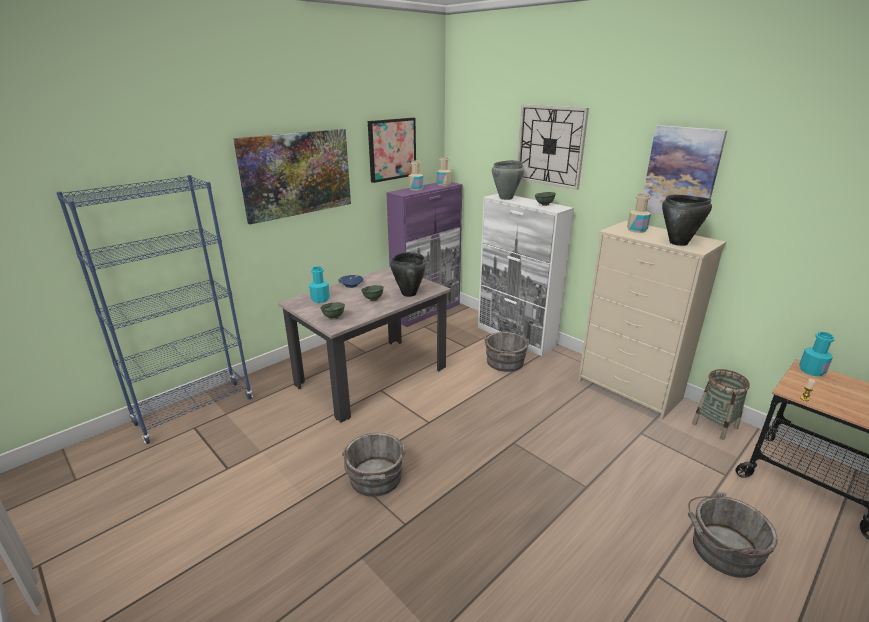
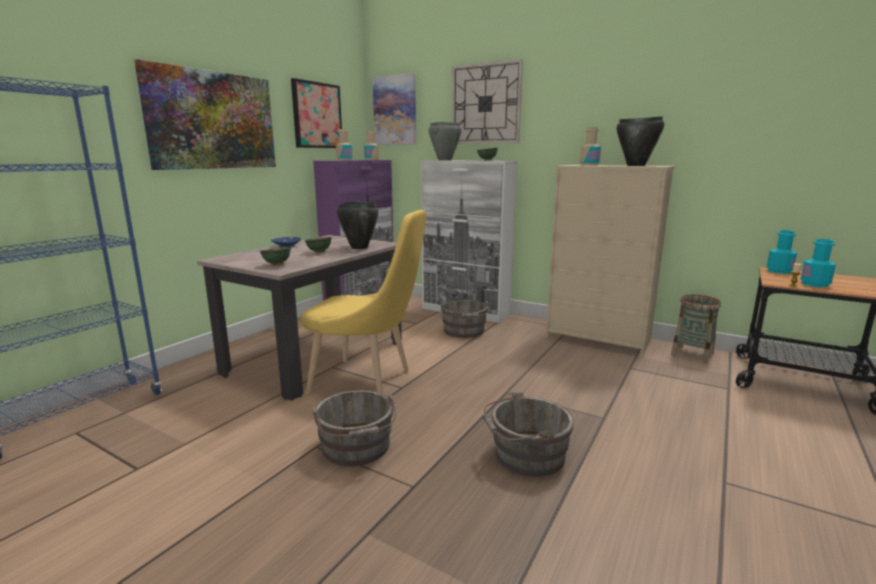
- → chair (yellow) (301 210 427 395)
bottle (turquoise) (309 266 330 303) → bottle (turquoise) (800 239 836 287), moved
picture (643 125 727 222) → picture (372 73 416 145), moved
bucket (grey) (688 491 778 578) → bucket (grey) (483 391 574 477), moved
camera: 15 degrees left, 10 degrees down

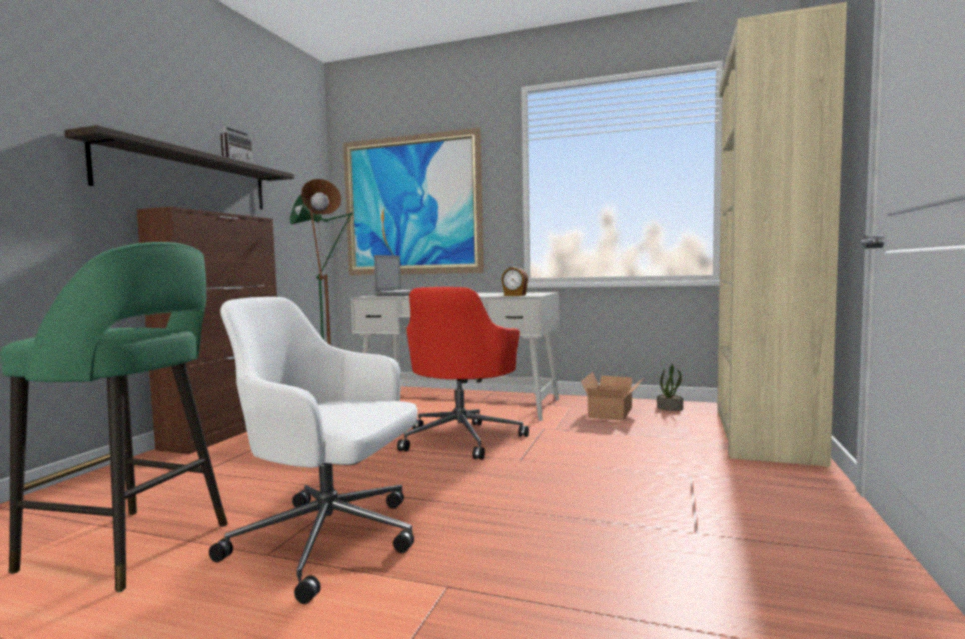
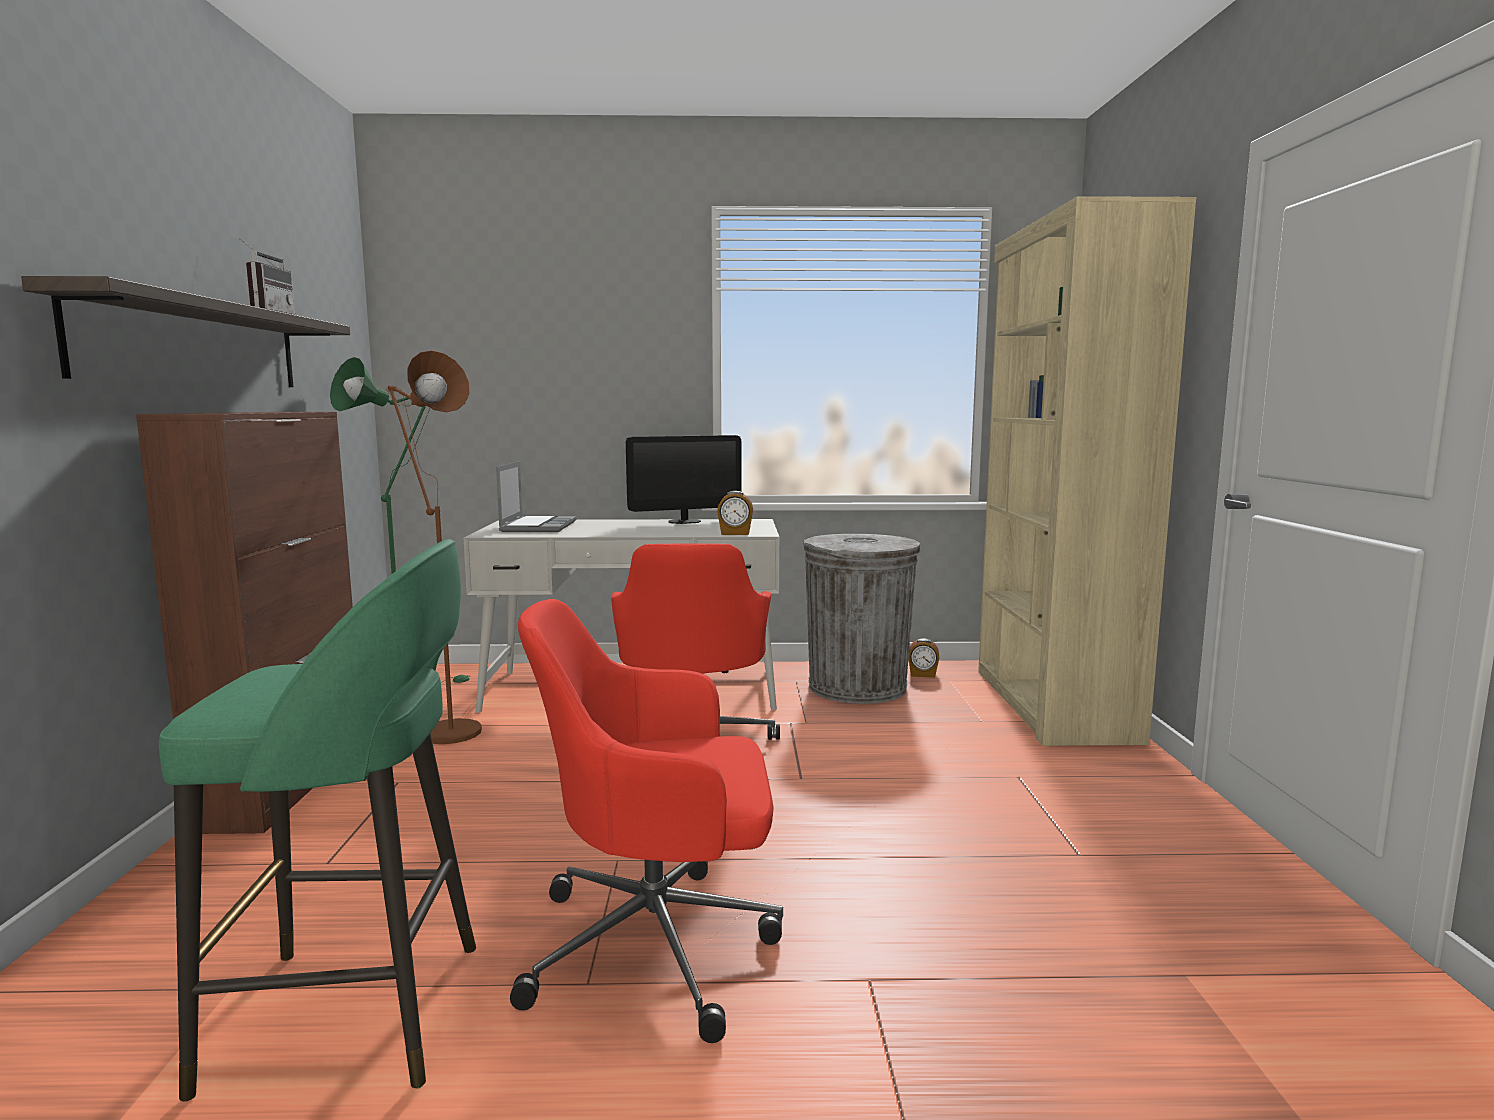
picture (343 128 484 275) → -
- → monitor (626 435 741 524)
cardboard box (581 372 643 421) → trash can (grey) (803 534 921 704)
potted plant (657 364 683 411) → alarm clock (909 638 939 678)
office chair (white) (209 297 418 604) → office chair (red) (510 599 783 1043)
camera: 20 degrees left, 5 degrees up

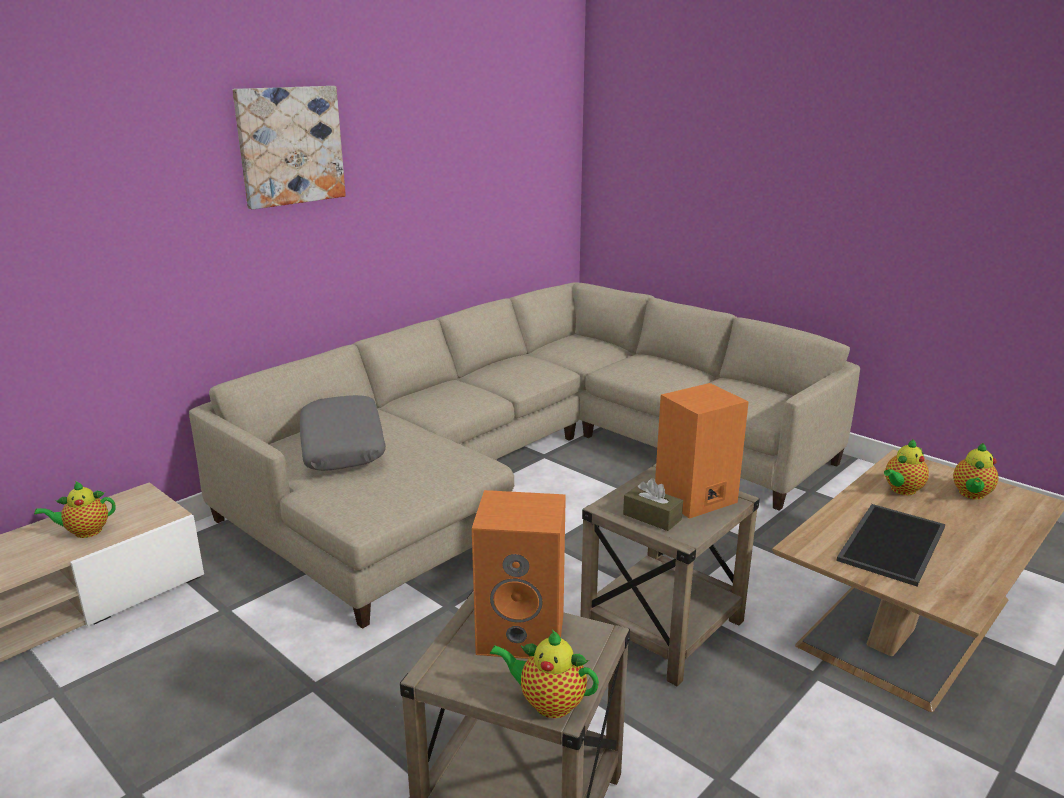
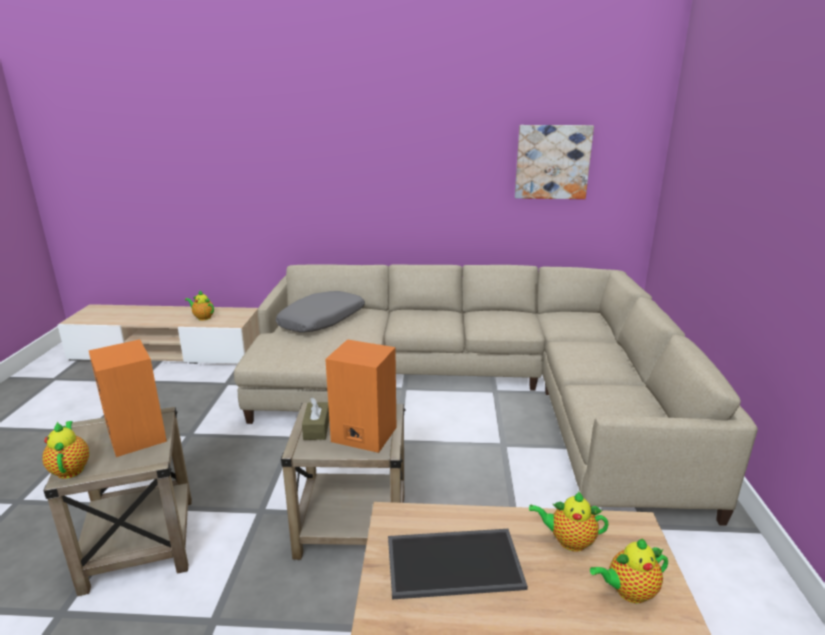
picture (232 86 346 210) → picture (515 125 594 199), moved
camera: 50 degrees right, 0 degrees up

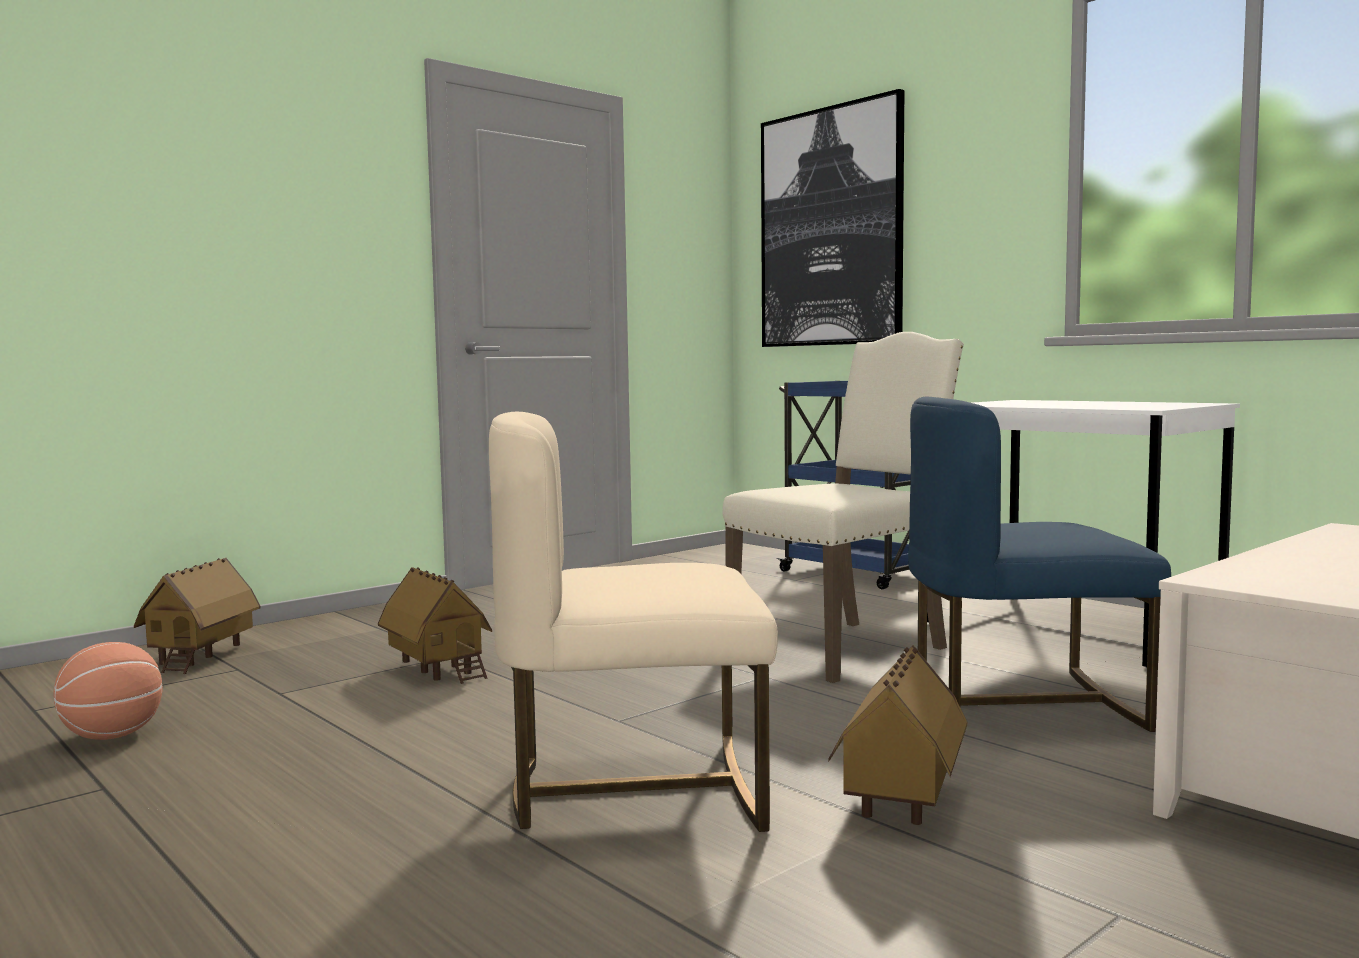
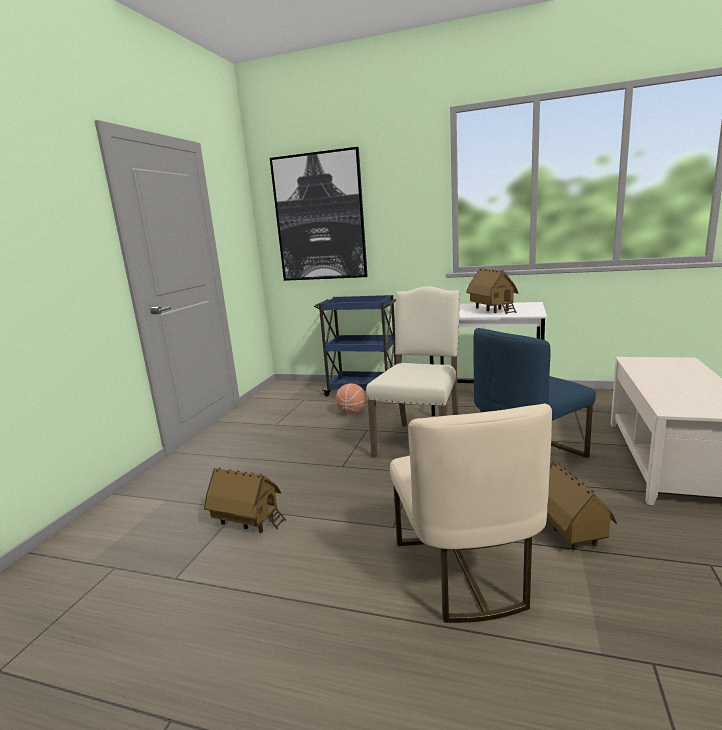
basketball (54 642 162 740) → basketball (336 384 366 414), moved
toy house (134 558 260 674) → toy house (466 269 518 314), moved
chair (beige) (489 412 778 832) → chair (beige) (390 403 552 623), 60 degrees counterclockwise
camera: 30 degrees left, 10 degrees up

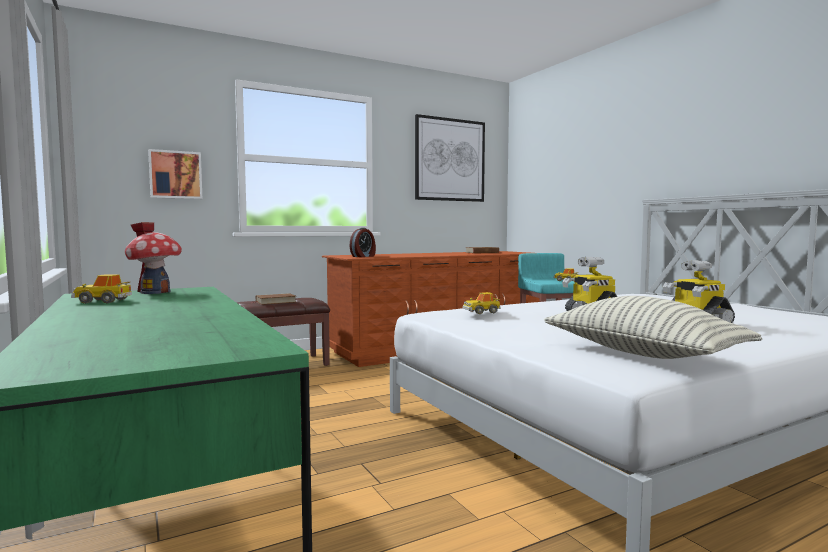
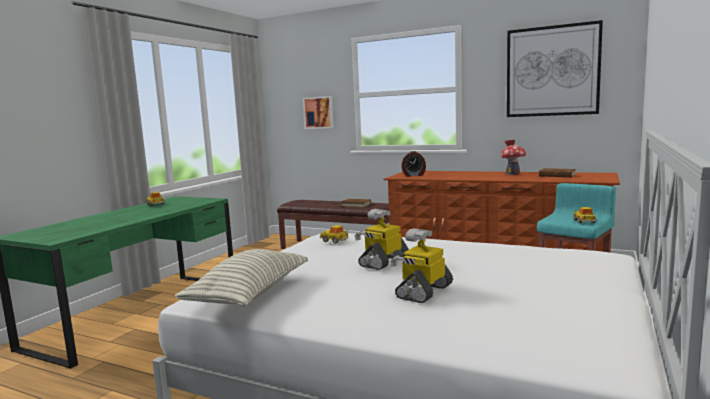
toy house (125 222 182 294) → toy house (500 140 526 175), moved
camera: 55 degrees right, 5 degrees up

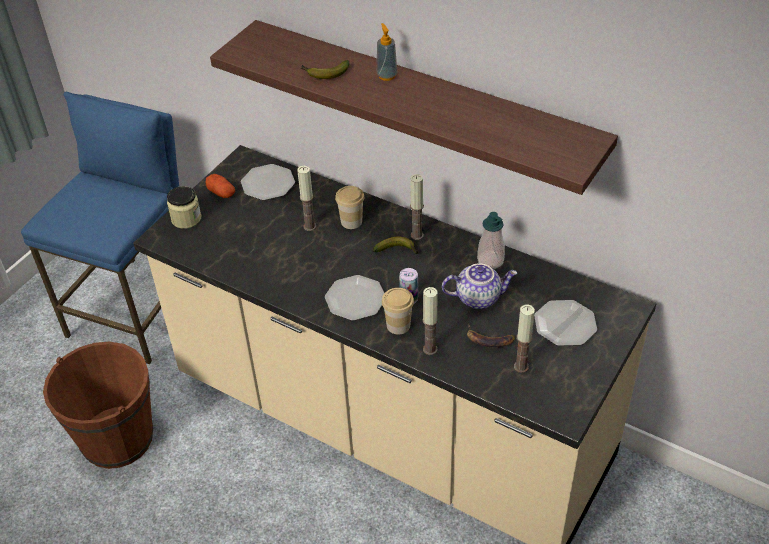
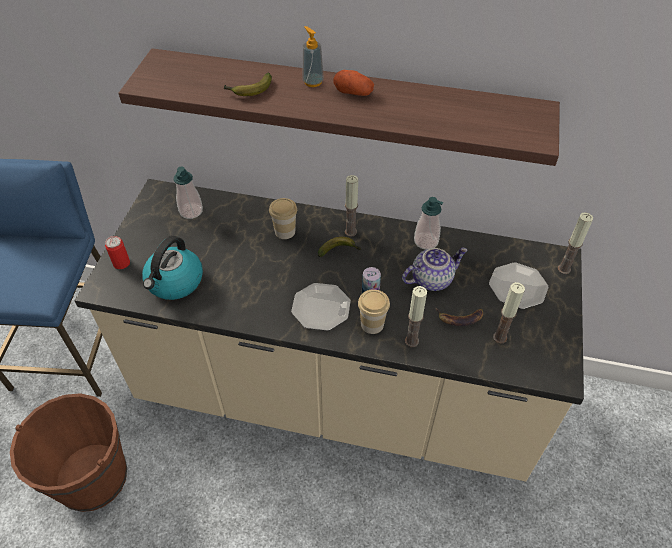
- → kettle (142 236 203 300)
potato (206 174 235 198) → potato (333 70 374 96), moved
candle (297 166 316 231) → candle (558 213 593 274), moved
jar (167 186 202 229) → can (105 236 130 269)
plate (241 164 295 200) → soap dispenser (173 167 203 219)
camera: 20 degrees left, 5 degrees up

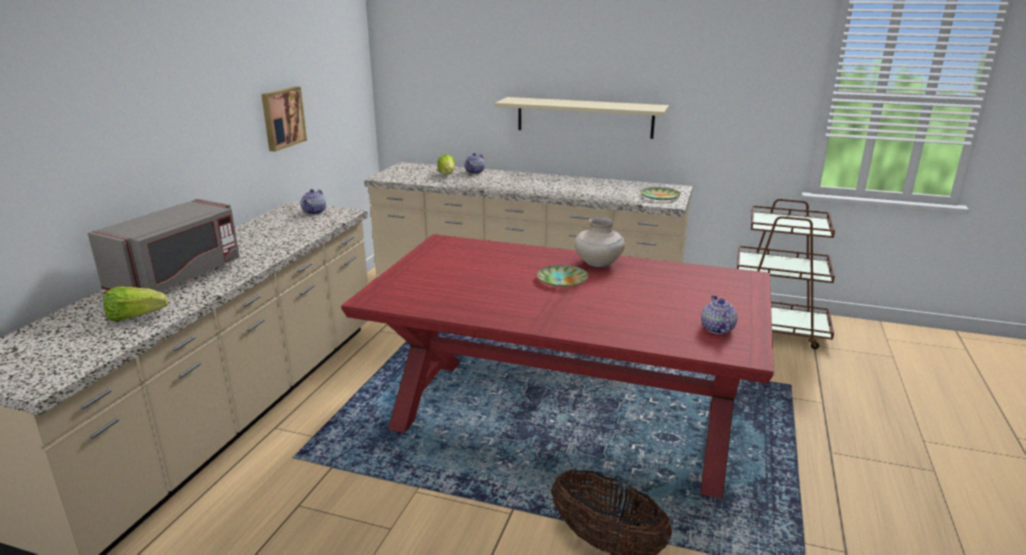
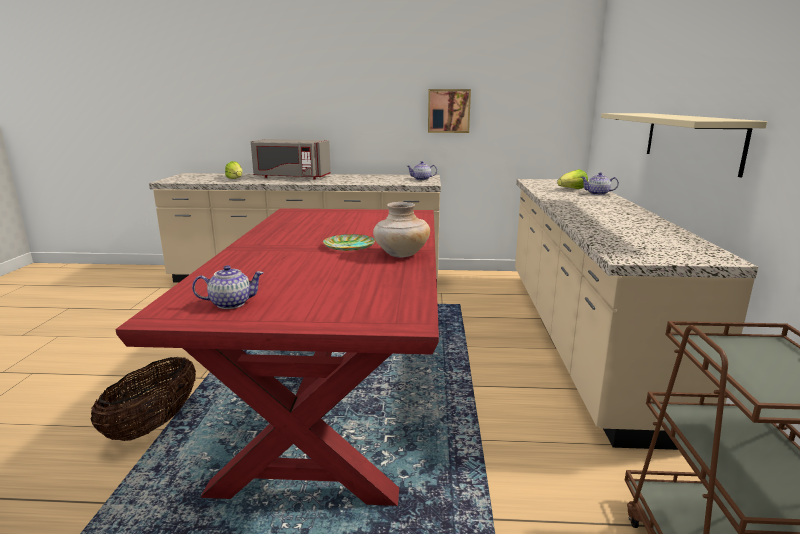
plate (640 187 681 200) → -
camera: 75 degrees right, 5 degrees down

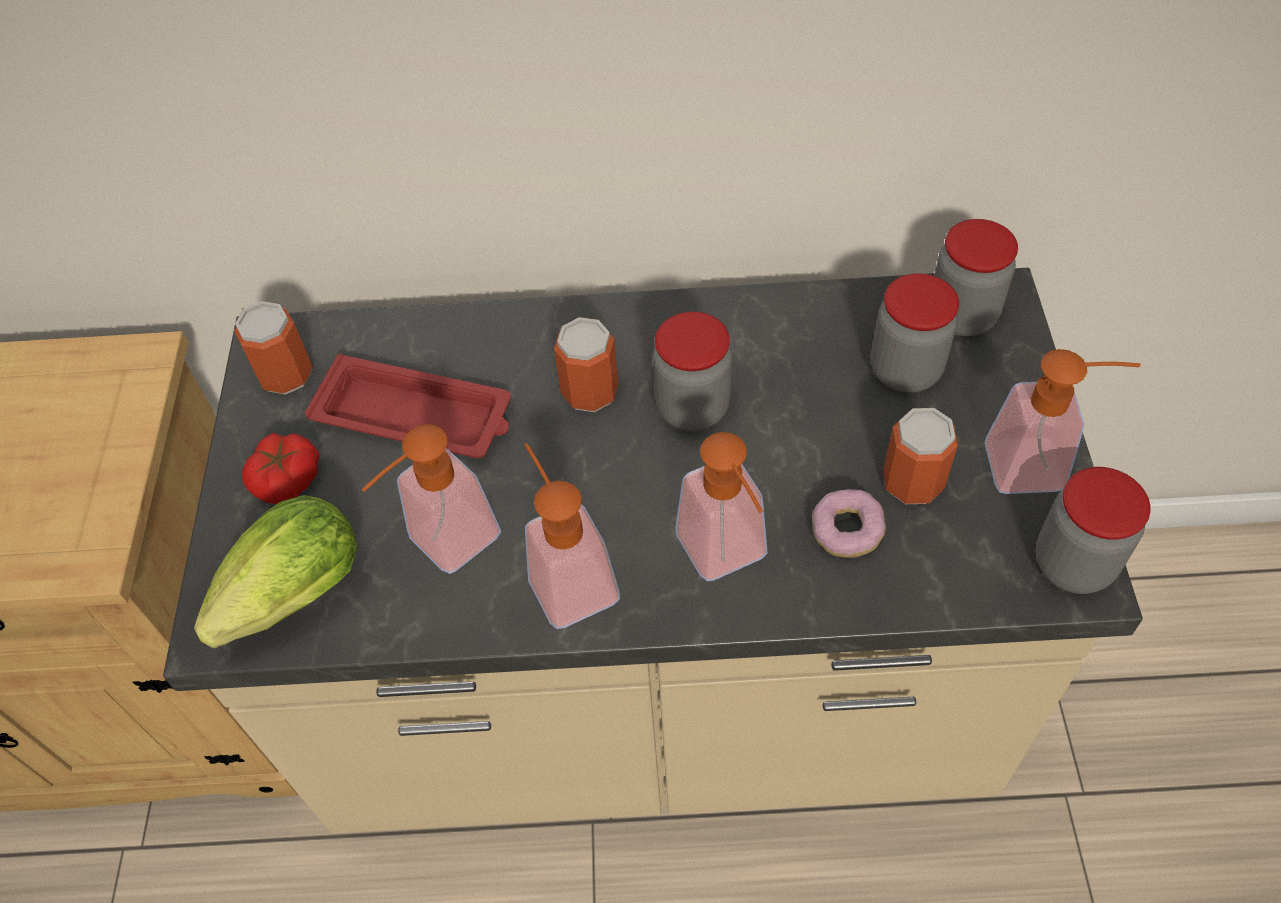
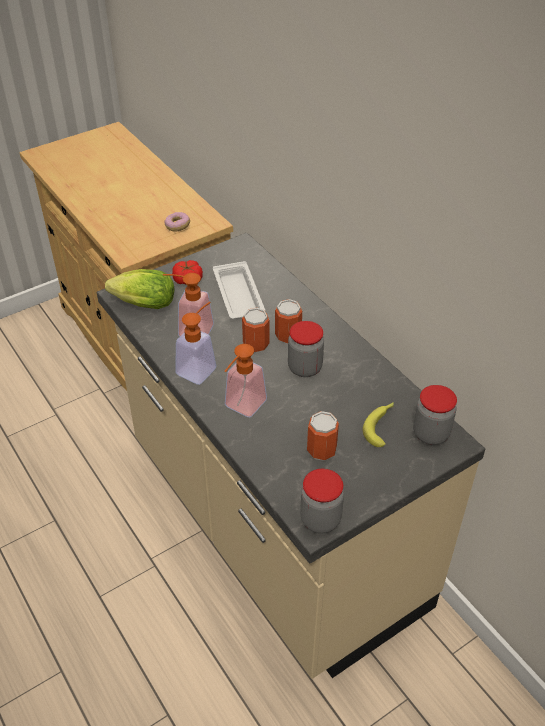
soap dispenser (985 349 1141 494) → -
can (234 301 313 395) → can (242 308 270 353), moved
donut (812 489 886 558) → donut (165 212 190 232), moved
jar (871 273 959 393) → banana (362 402 394 447)
tray (red) (305 354 511 458) → tray (white) (213 261 265 319)
camera: 55 degrees right, 10 degrees down

